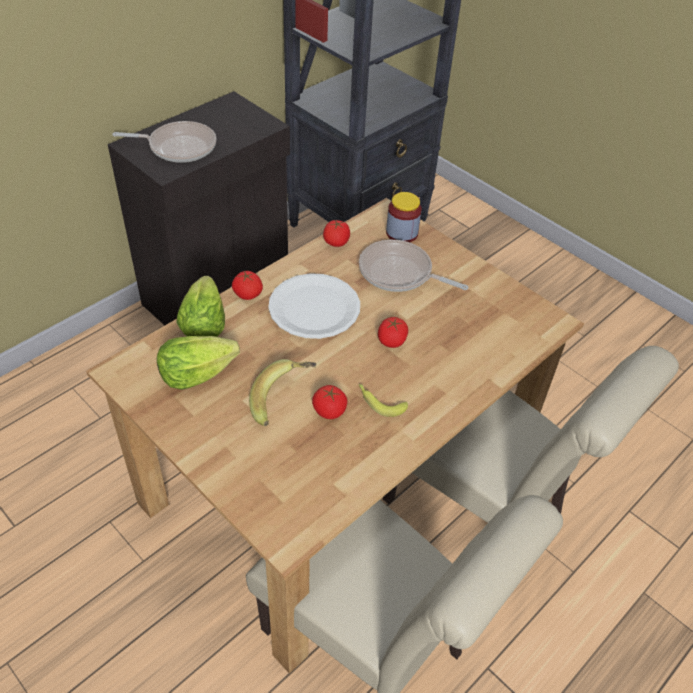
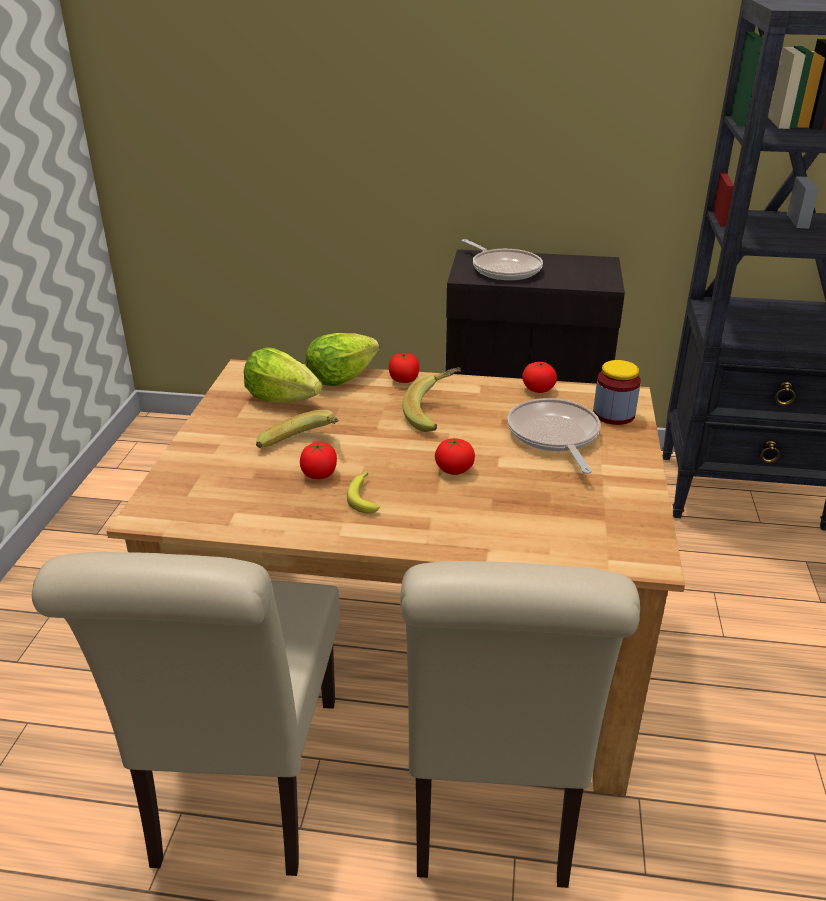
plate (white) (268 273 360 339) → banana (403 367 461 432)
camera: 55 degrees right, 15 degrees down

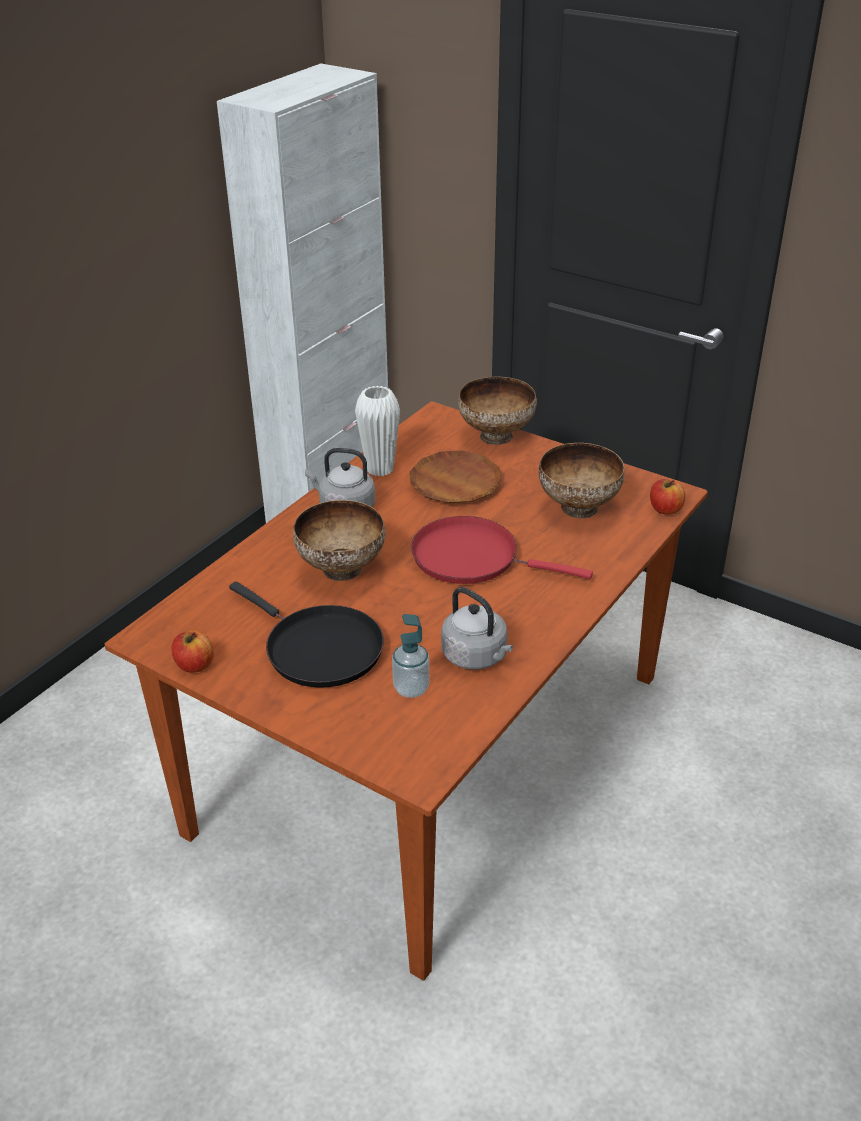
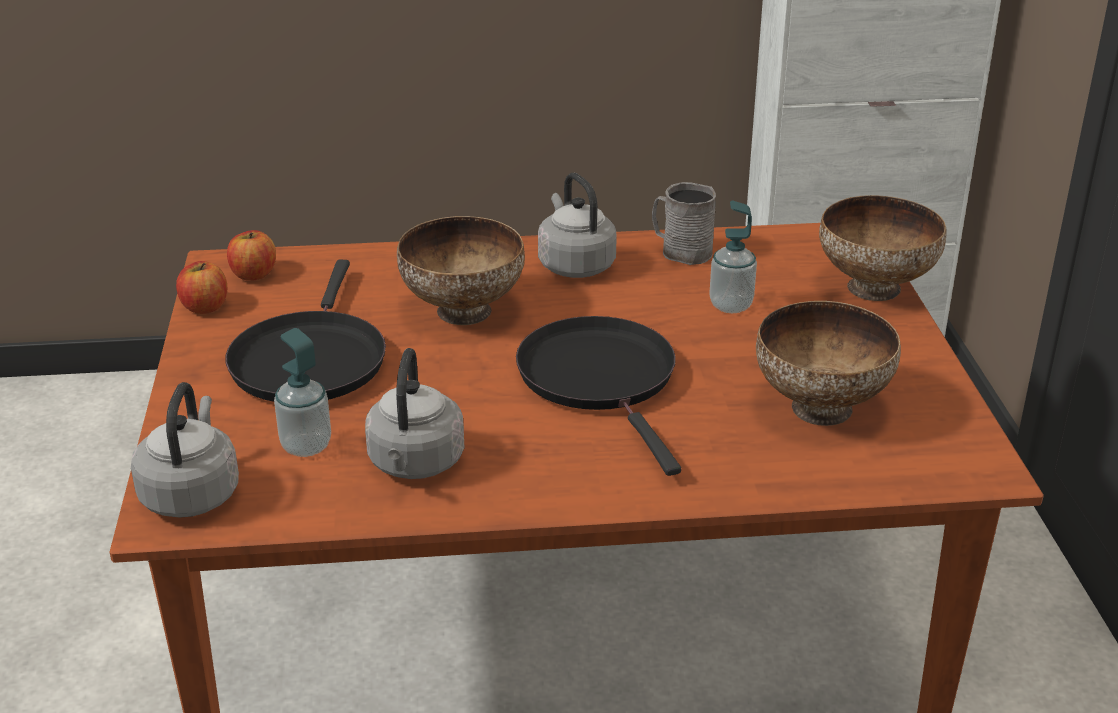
- → kettle (grey) (131 382 239 518)
apple (650 479 685 515) → apple (227 230 276 281), moved
vase (white) (355 386 400 477) → mug (grey) (652 182 716 265)
plate (brown) (409 451 502 503) → soap dispenser (709 200 757 313)
frying pan (red) (411 516 593 584) → frying pan (black) (516 316 681 476)
camera: 50 degrees right, 5 degrees down

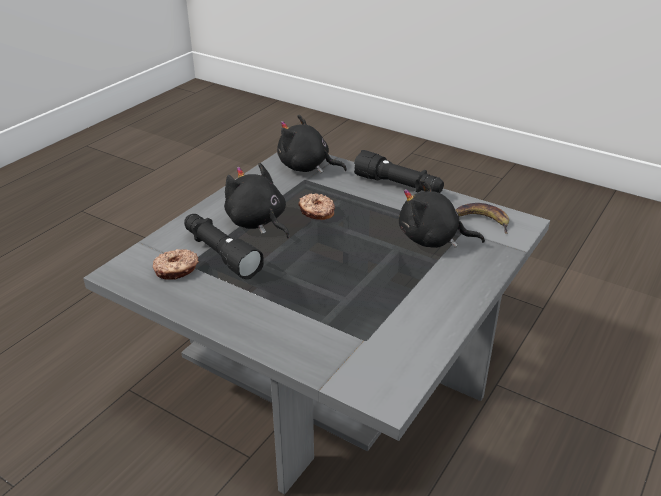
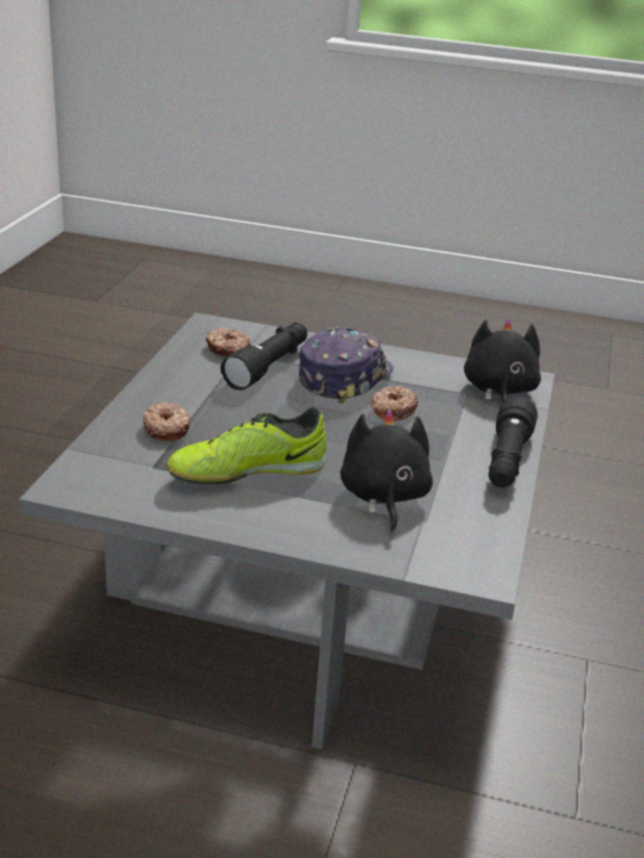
banana (456 203 509 234) → -
- → donut (143 402 190 441)
- → shoe (167 407 326 485)
plush toy (black) (224 163 290 238) → cap (299 327 393 404)
camera: 70 degrees right, 5 degrees down

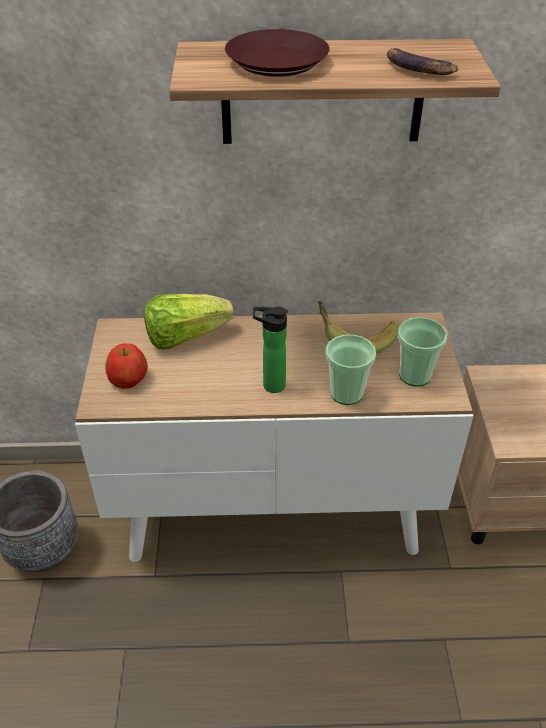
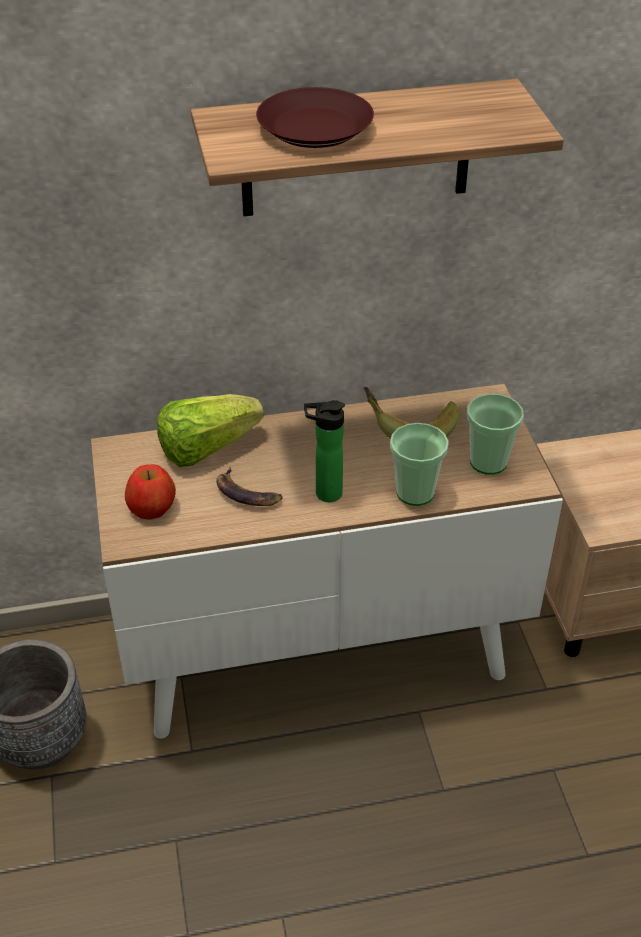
banana (387 48 458 75) → banana (216 467 283 506), moved
camera: 10 degrees left, 0 degrees up

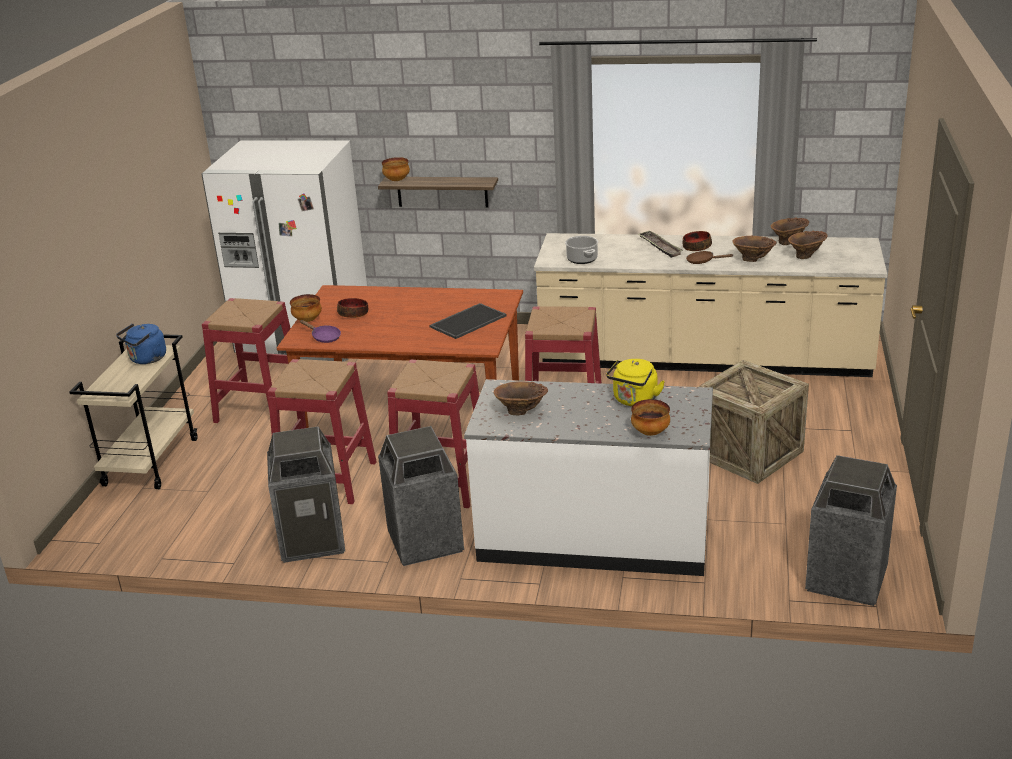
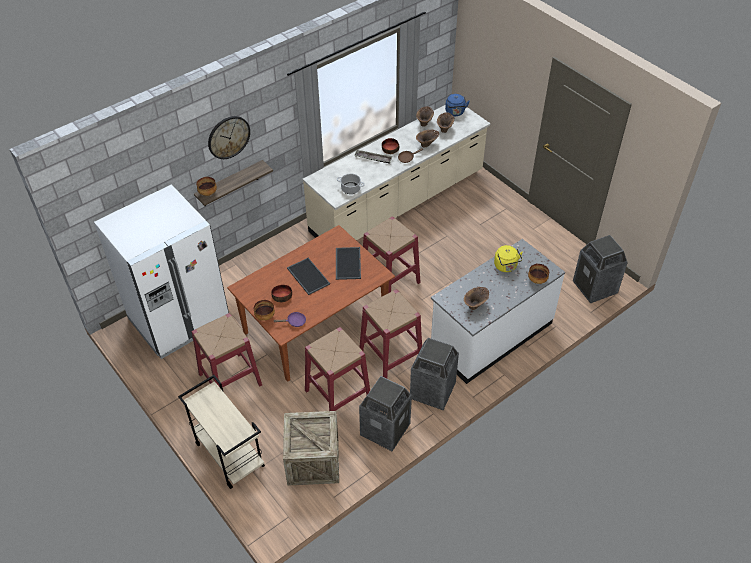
- → wall clock (208 116 250 159)
- → tray (287 258 330 295)
kettle (blue) (116 324 166 364) → kettle (blue) (445 94 470 116), moved
crate (698 360 809 484) → crate (283 411 339 486), moved
camera: 50 degrees left, 20 degrees up

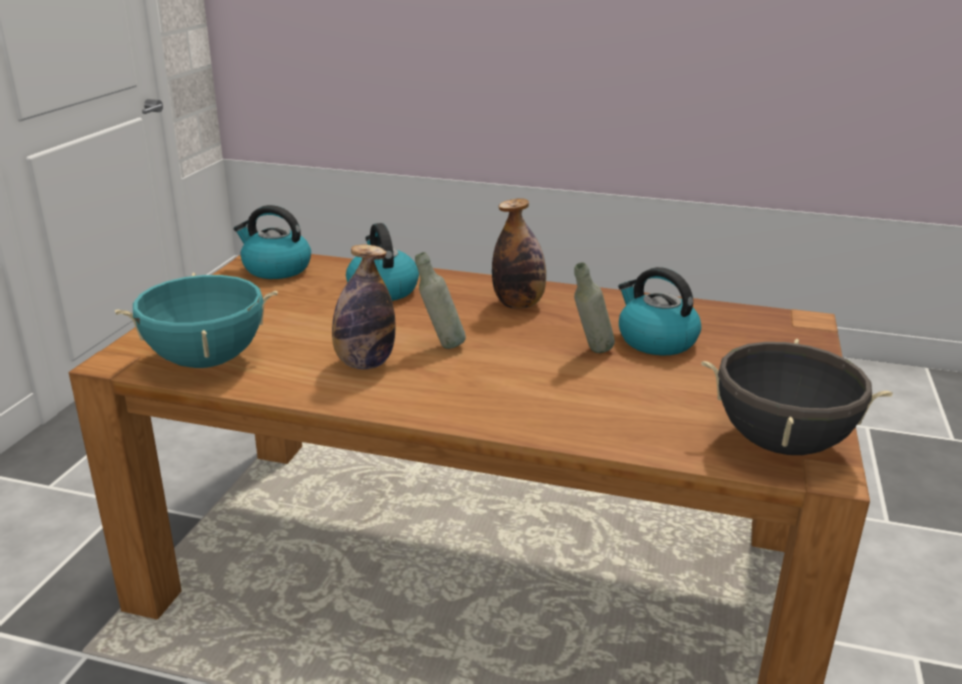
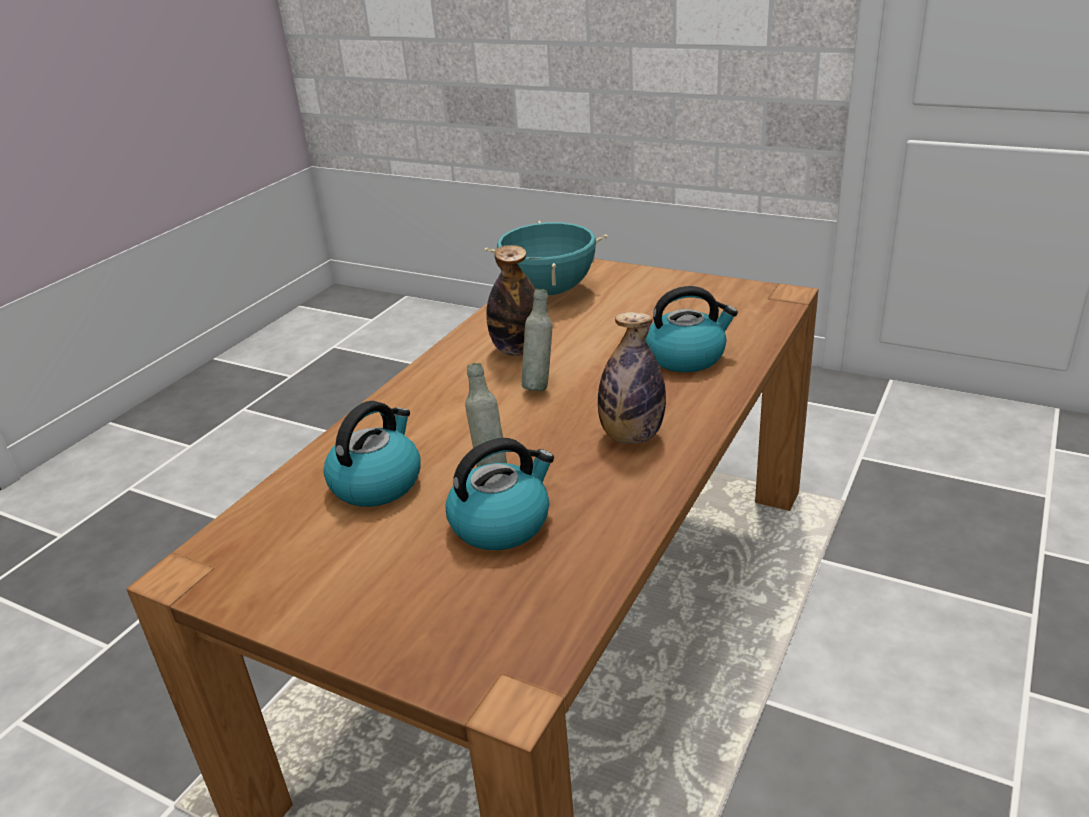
cooking pot (black) (701 339 893 455) → -
kettle (234 205 311 279) → kettle (324 401 421 507), moved
camera: 105 degrees right, 5 degrees up

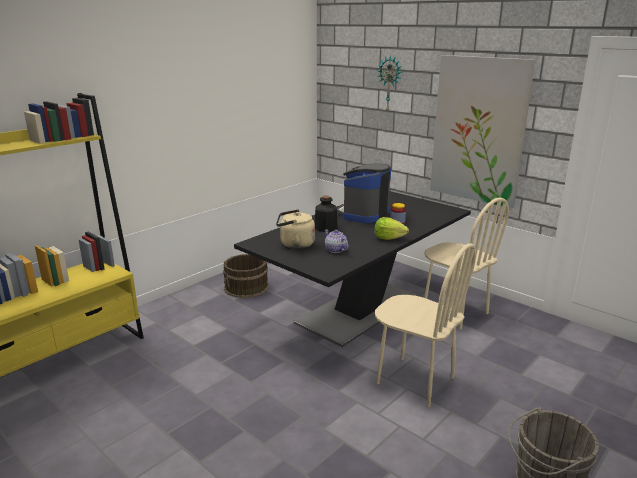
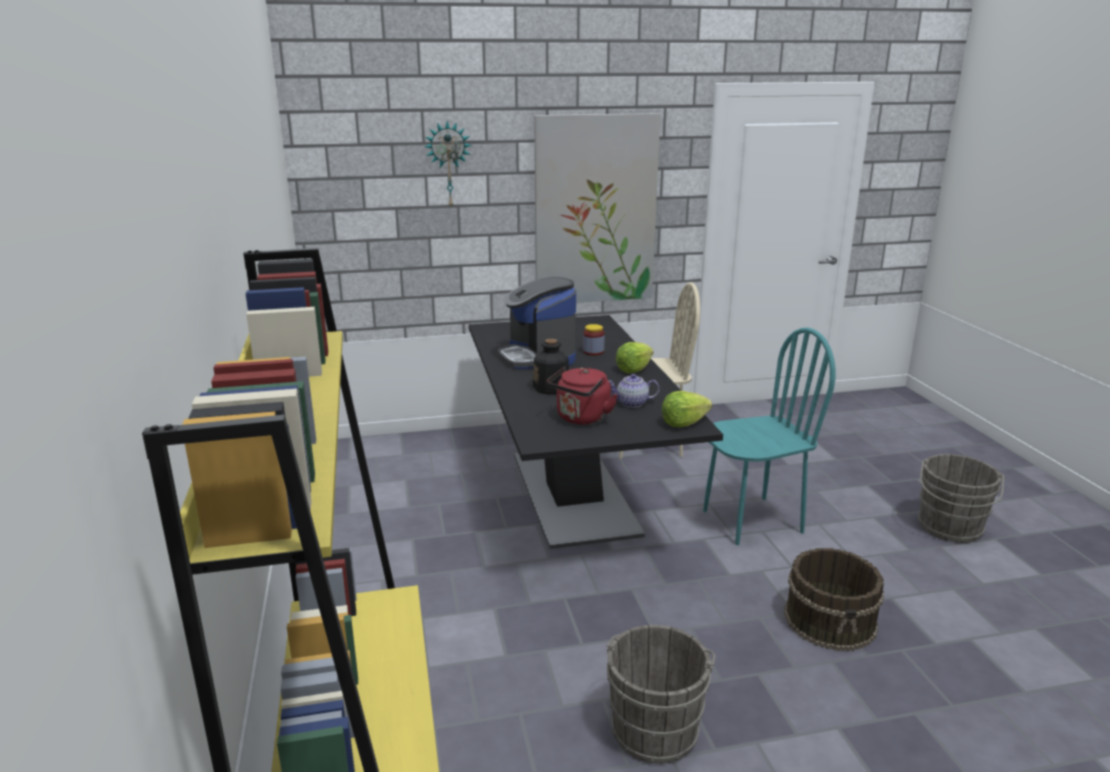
- → bucket (grey) (606 625 716 764)
- → lettuce (662 391 712 427)
bucket (brown) (223 254 269 298) → bucket (brown) (784 548 884 651), moved
kettle (beige) (276 209 315 249) → kettle (red) (547 367 618 425)
chair (beige) (375 243 476 408) → chair (turquoise) (703 328 835 545)
camera: 55 degrees left, 0 degrees up

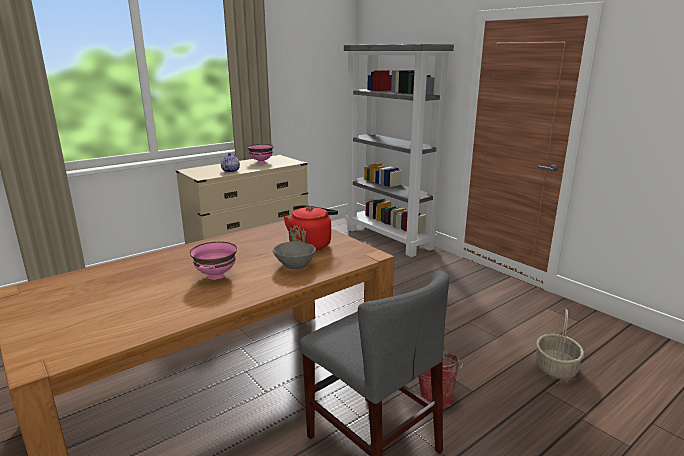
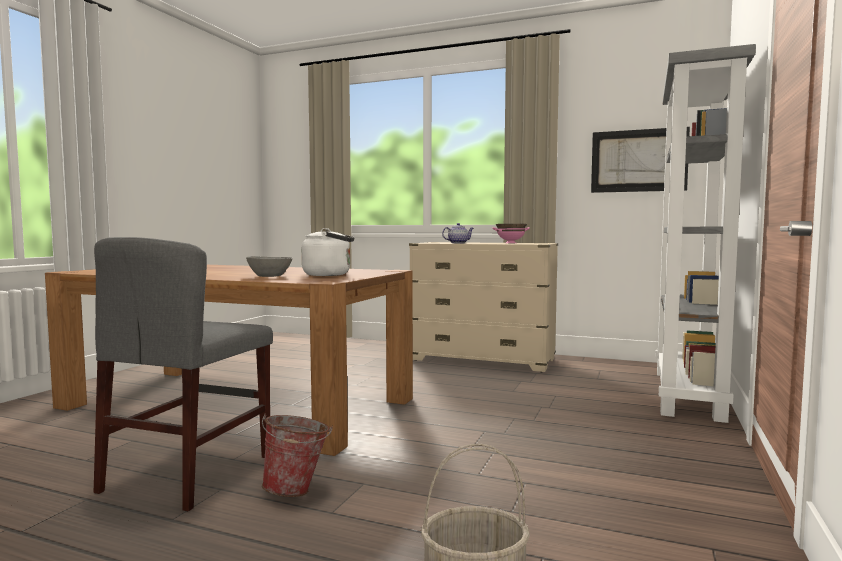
bowl (pink) (190 242 237 280) → -
- → picture (591 127 690 193)
kettle (red) (284 205 338 251) → kettle (white) (302 228 355 276)
camera: 60 degrees right, 15 degrees down

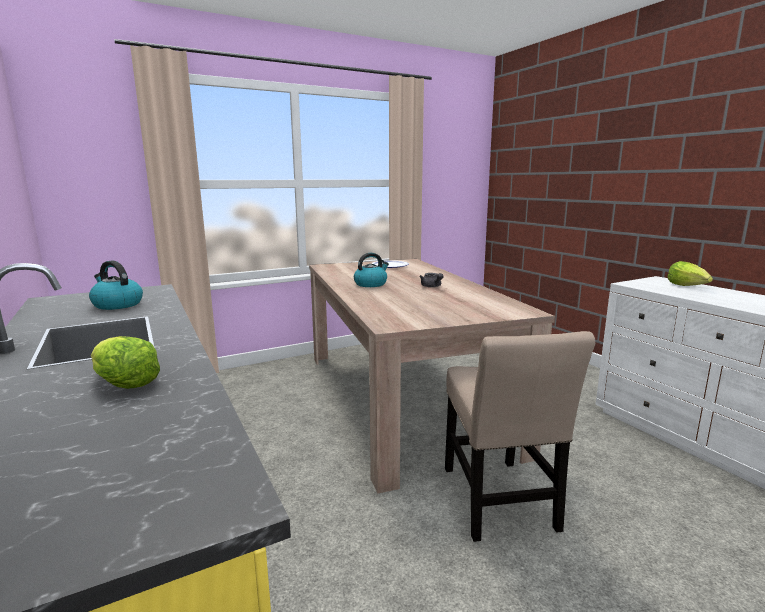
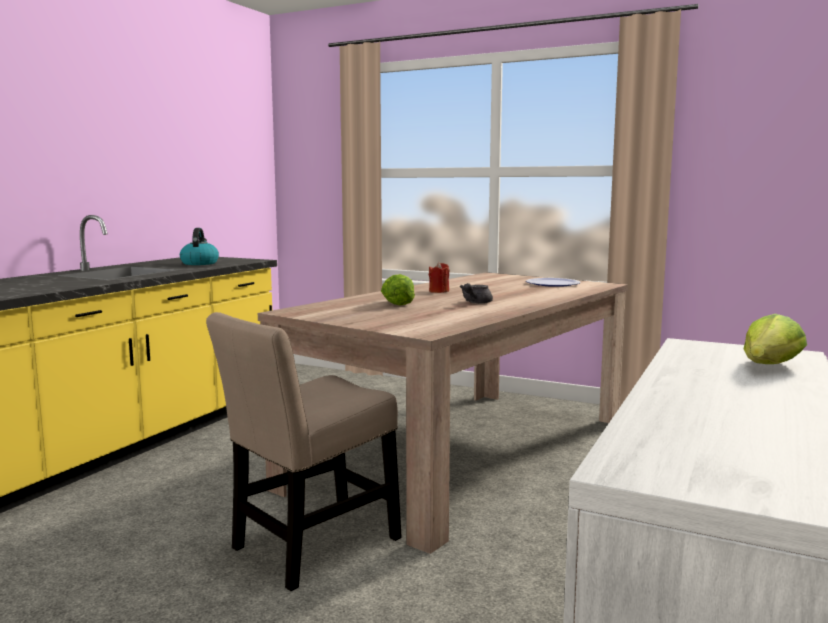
lettuce (91 336 160 389) → lettuce (381 274 415 305), moved
kettle (354 253 389 287) → candle (red) (429 262 449 293)
camera: 55 degrees right, 5 degrees down

